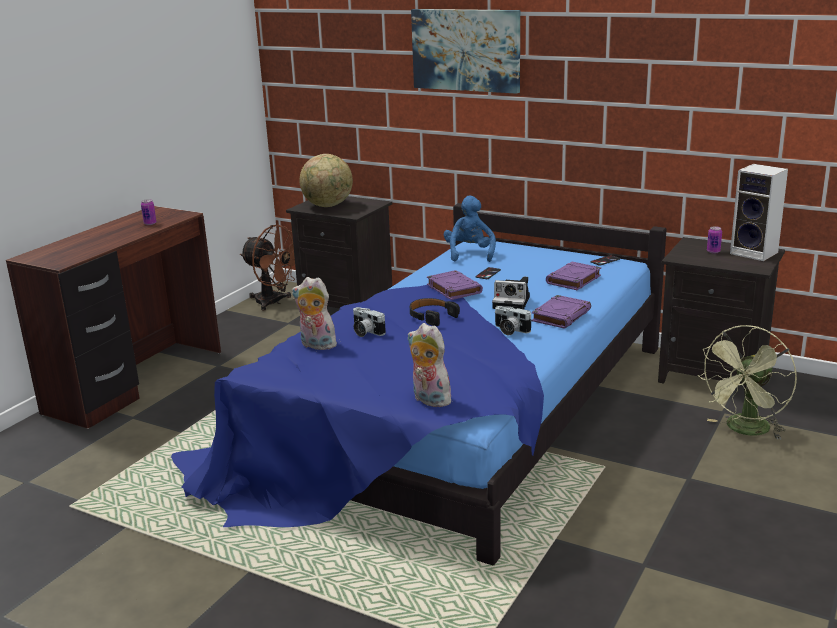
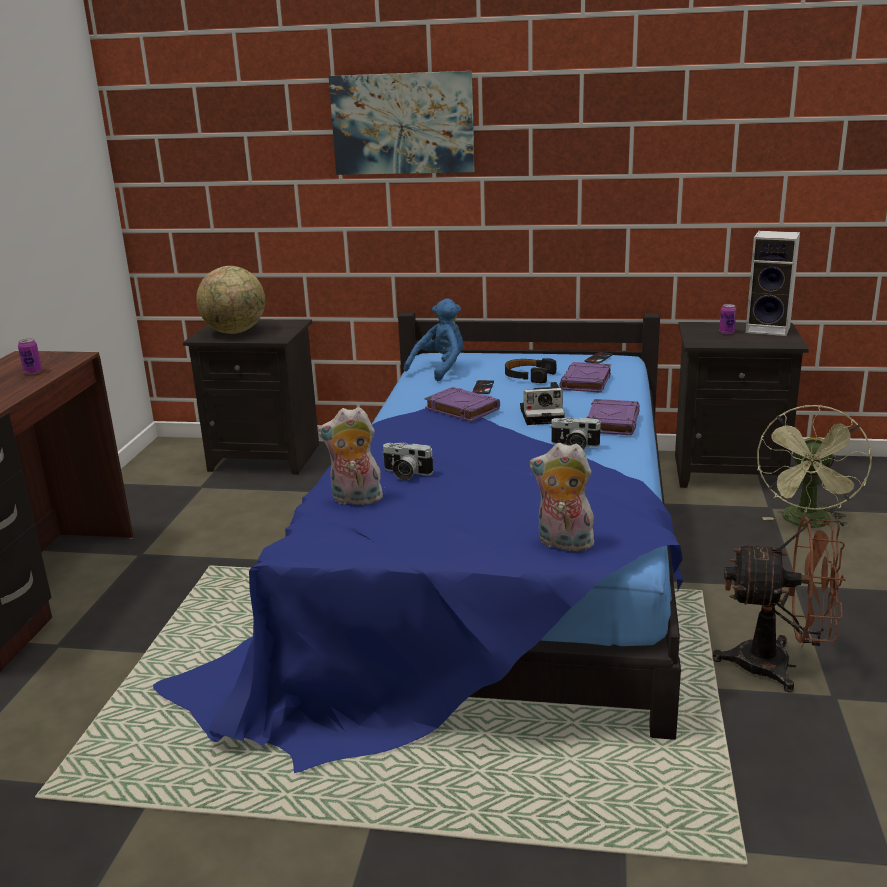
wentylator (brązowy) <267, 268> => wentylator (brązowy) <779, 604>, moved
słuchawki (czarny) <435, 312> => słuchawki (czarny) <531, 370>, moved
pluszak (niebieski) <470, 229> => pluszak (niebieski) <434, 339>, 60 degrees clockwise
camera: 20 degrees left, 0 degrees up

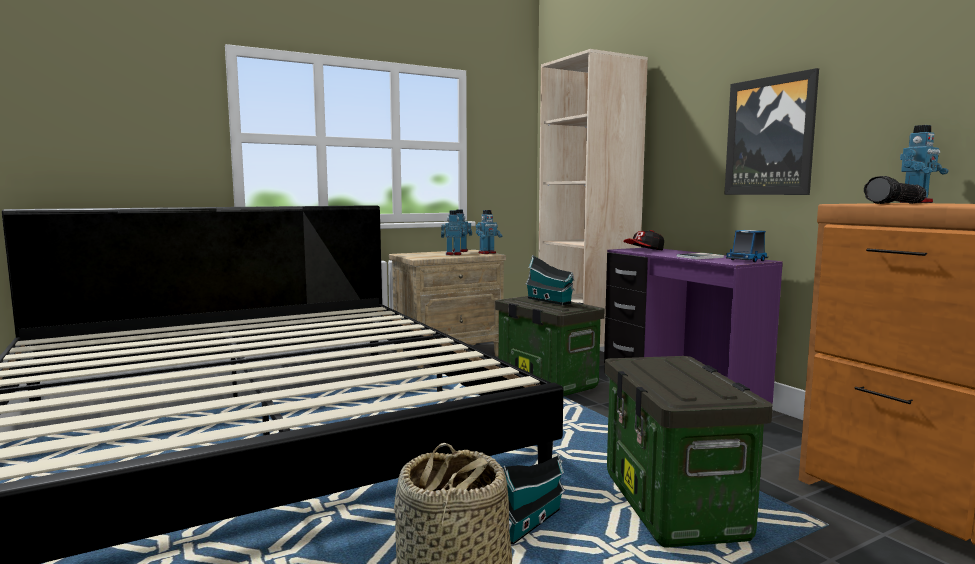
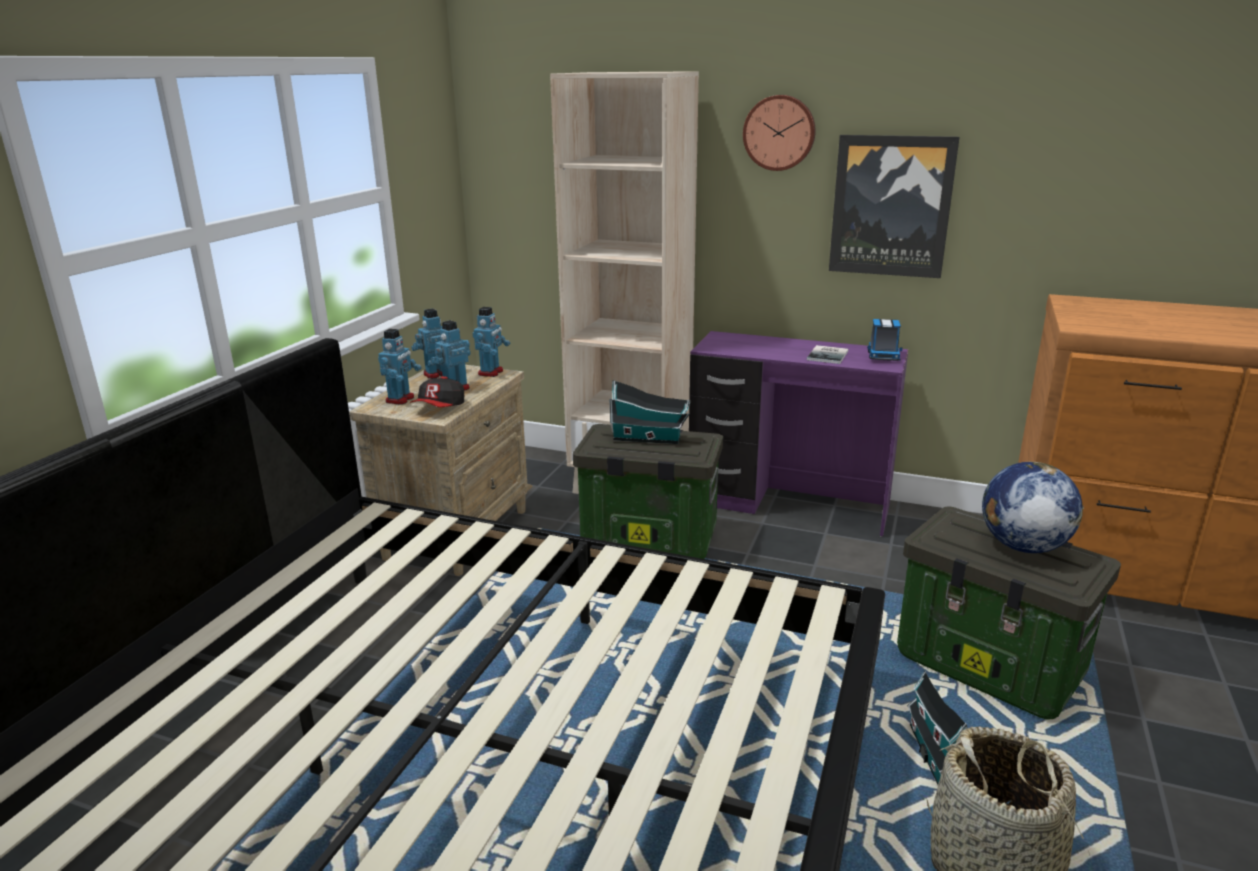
czapka z daszkiem <643, 240> => czapka z daszkiem <437, 391>, moved
latarka <895, 190> => nothing
robot zabawkowy <924, 164> => robot zabawkowy <399, 367>, moved
nothing => zegar ścienny <779, 133>
nothing => globus <1033, 507>
camera: 40 degrees left, 15 degrees up

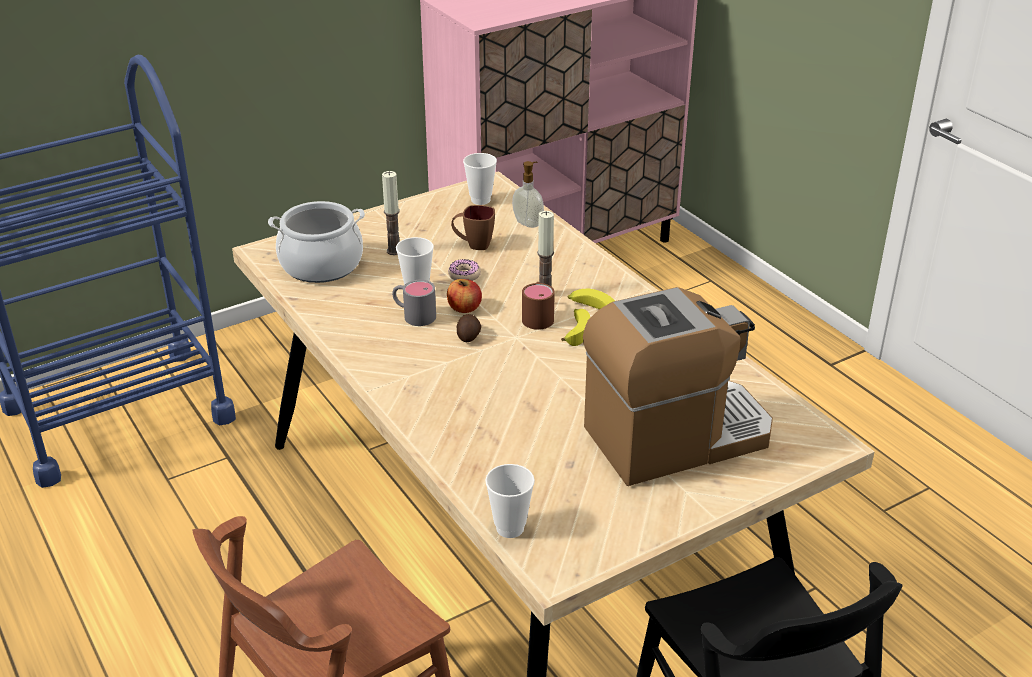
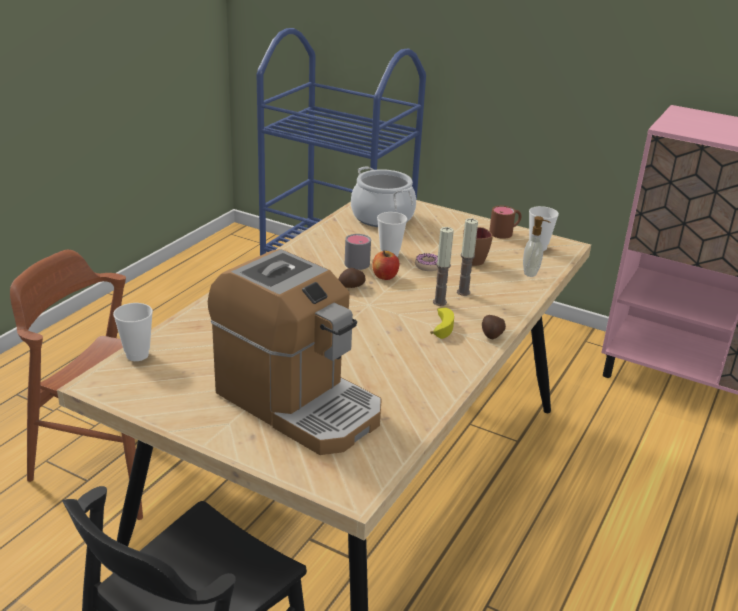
świeca <391, 213> => świeca <467, 257>, moved
kubek (brązowy) <538, 306> => kubek (brązowy) <505, 222>, moved
banan <575, 327> => nothing
nothing => ziemniak <494, 327>
camera: 60 degrees right, 5 degrees down

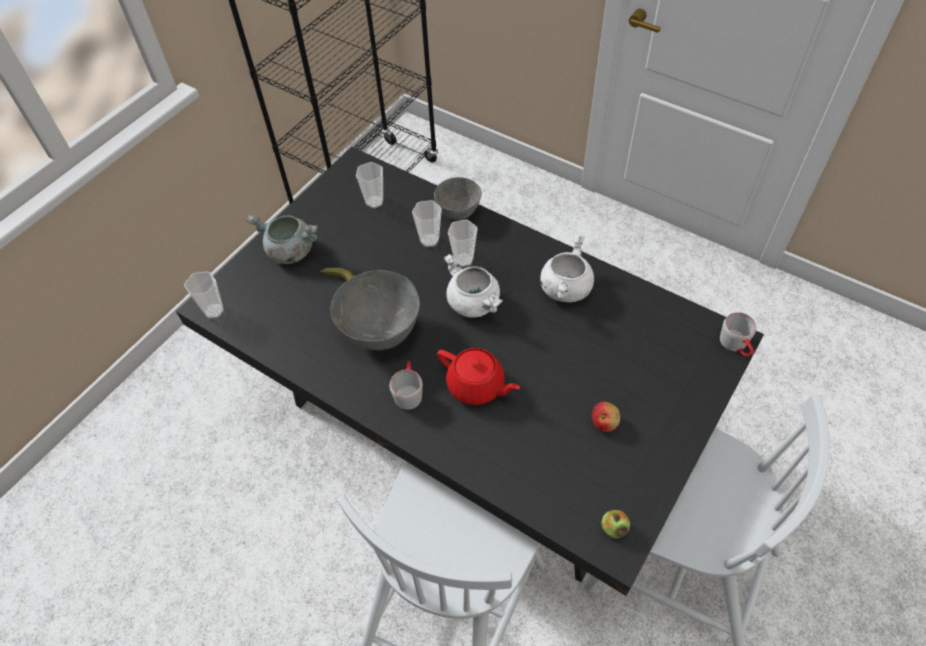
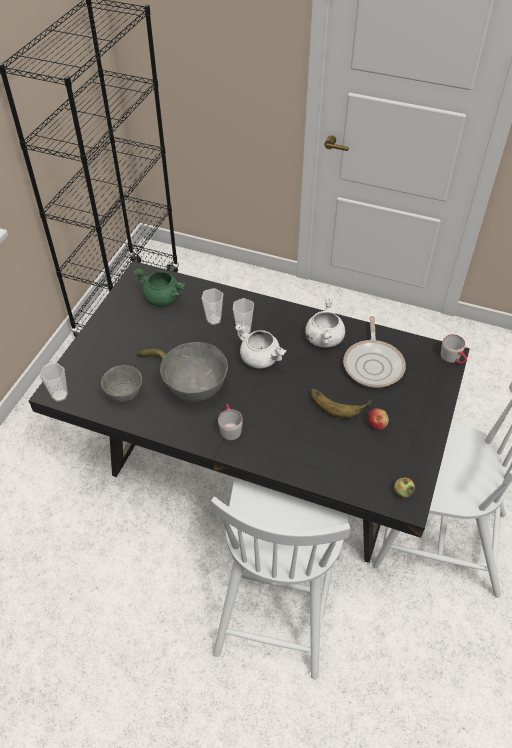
garnek (szary) <282, 239> => nothing
filiżanka <369, 185> => garnek (zielony) <160, 287>
miska (szary) <458, 198> => miska (szary) <121, 384>, moved
imbryk (czerwony) <478, 376> => nothing
nothing => banan <341, 403>
nothing => patelnia <374, 352>
camera: 15 degrees left, 5 degrees down

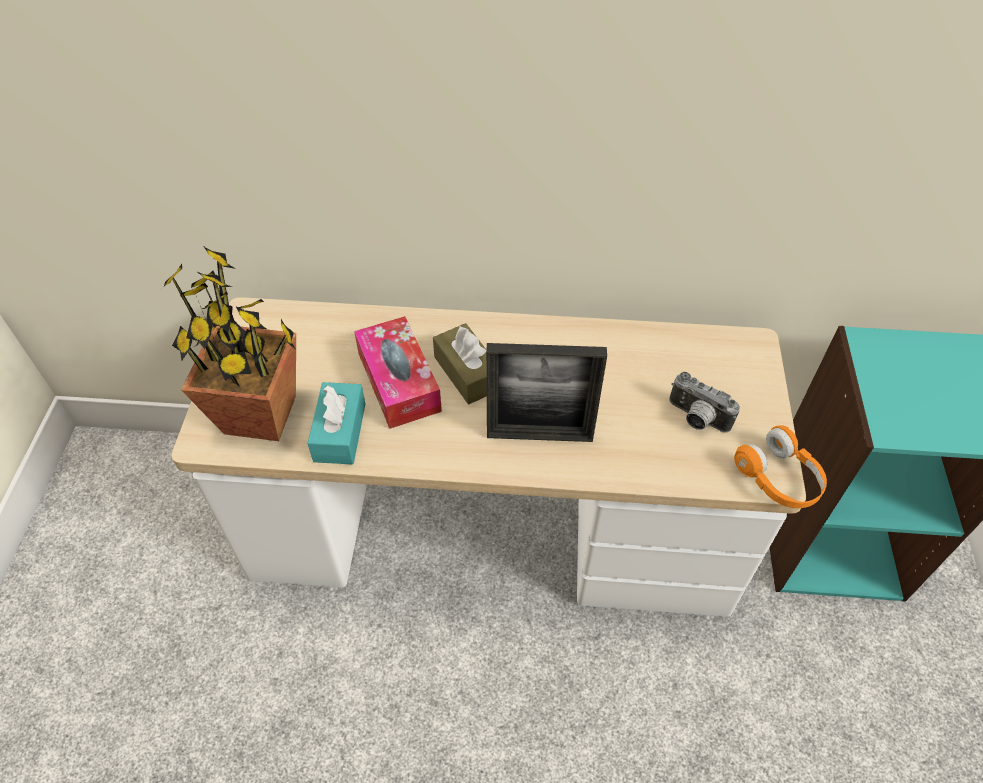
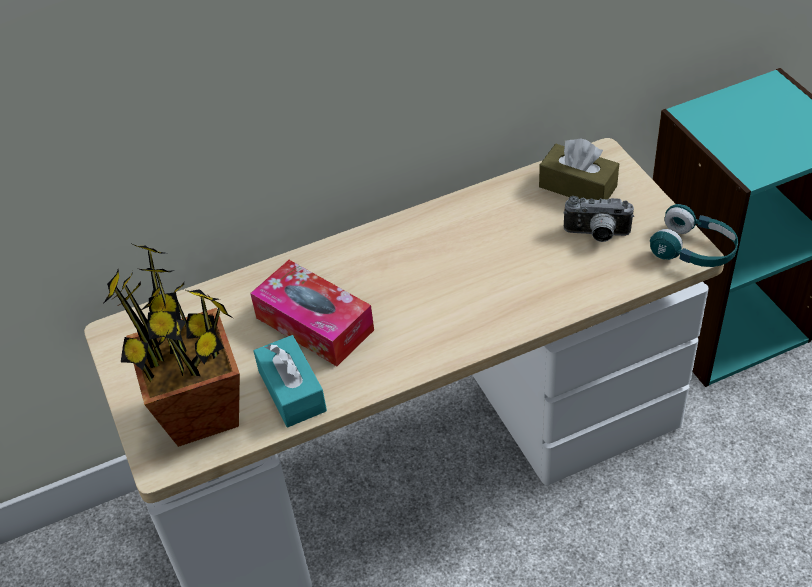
pudełko chusteczek (brązowy) <460, 363> => pudełko chusteczek (brązowy) <579, 169>, moved
ramka na zdjęcie <546, 392> => nothing
słuchawki (pomarańczowy) <780, 467> => słuchawki (turkusowy) <694, 235>
camera: 25 degrees left, 5 degrees down

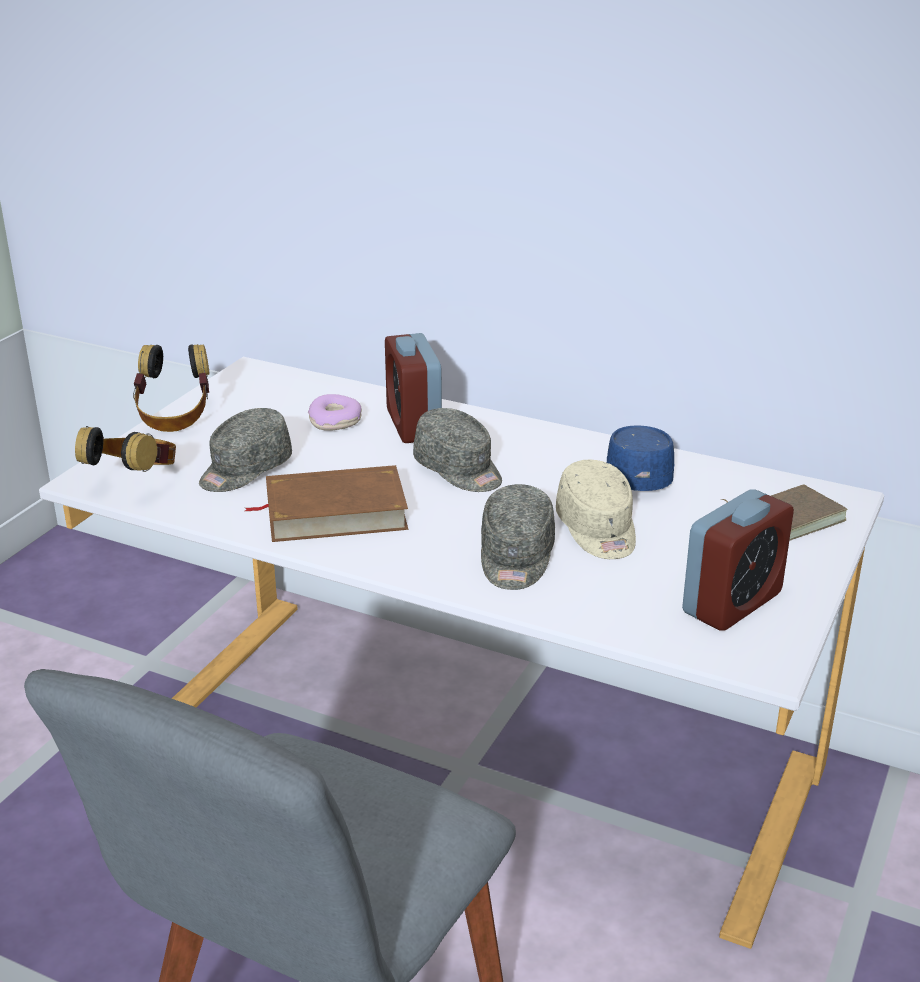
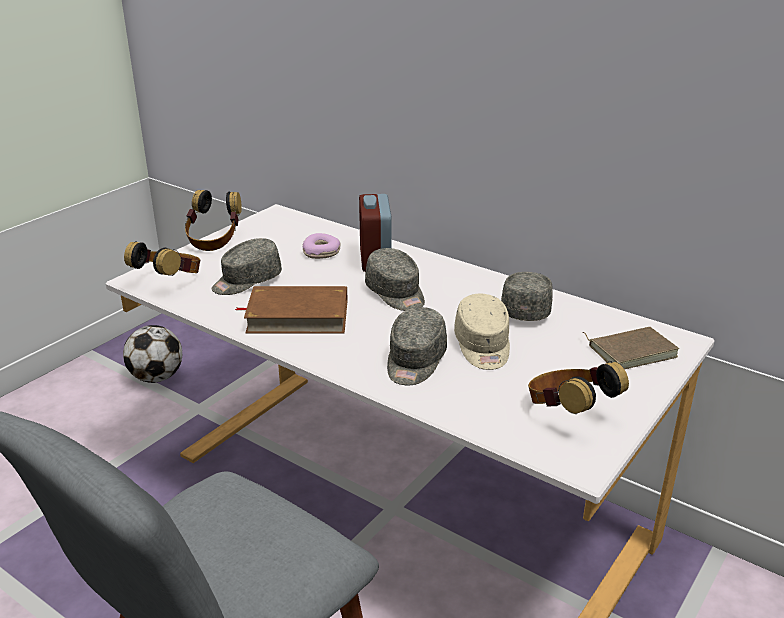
czapka z daszkiem (niebieski) <640, 458> => czapka z daszkiem (szary) <527, 296>
budzik <738, 560> => słuchawki <578, 387>
nothing => piłka futbolowa <152, 354>
camera: 10 degrees right, 0 degrees up

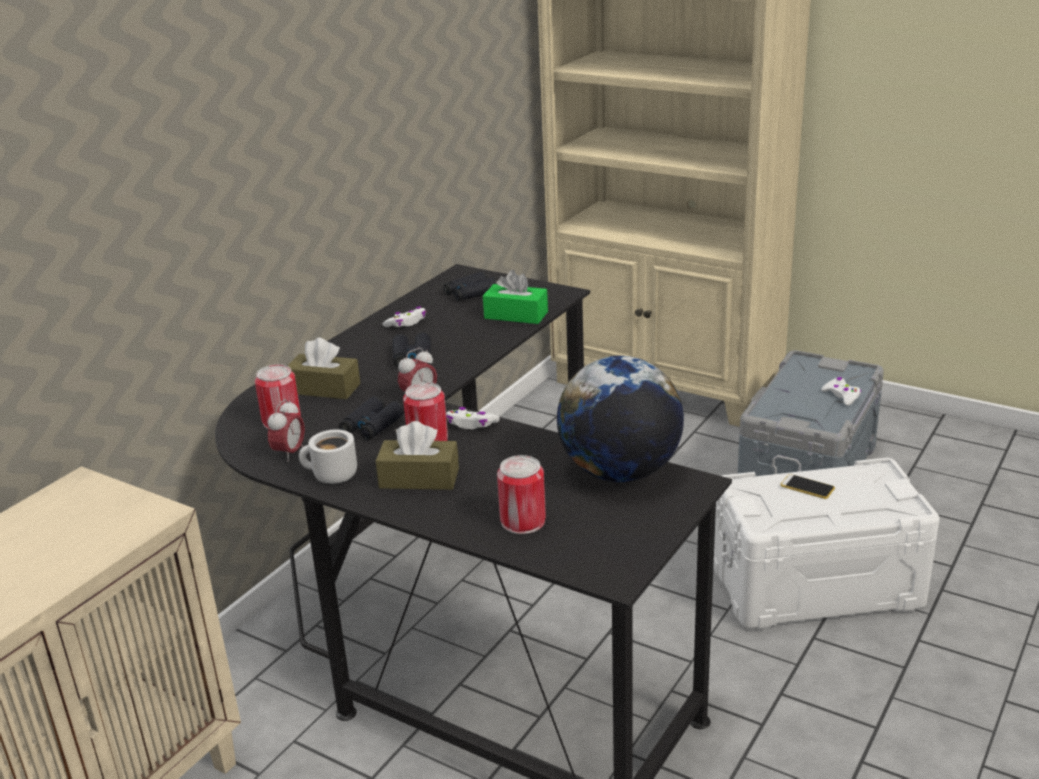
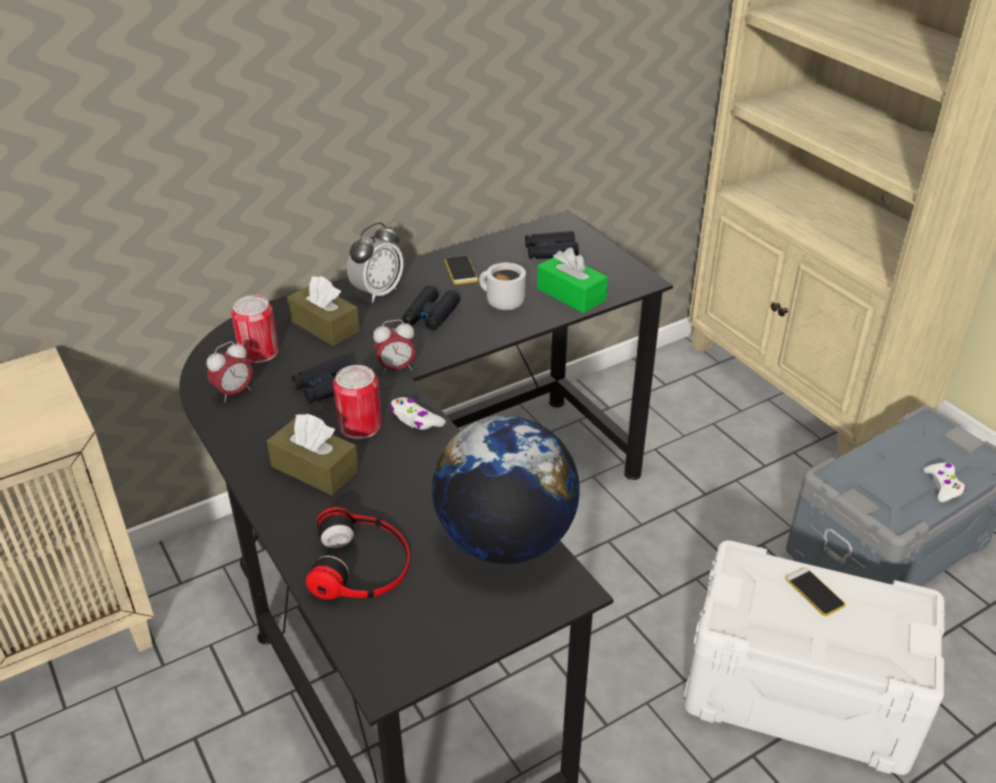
kubek (biały) <328, 456> => kubek (biały) <502, 286>, moved
pad do gier (biały) <404, 316> => telefon <461, 270>
puszka <521, 494> => słuchawki <358, 553>
nothing => budzik <375, 262>
camera: 25 degrees right, 10 degrees up

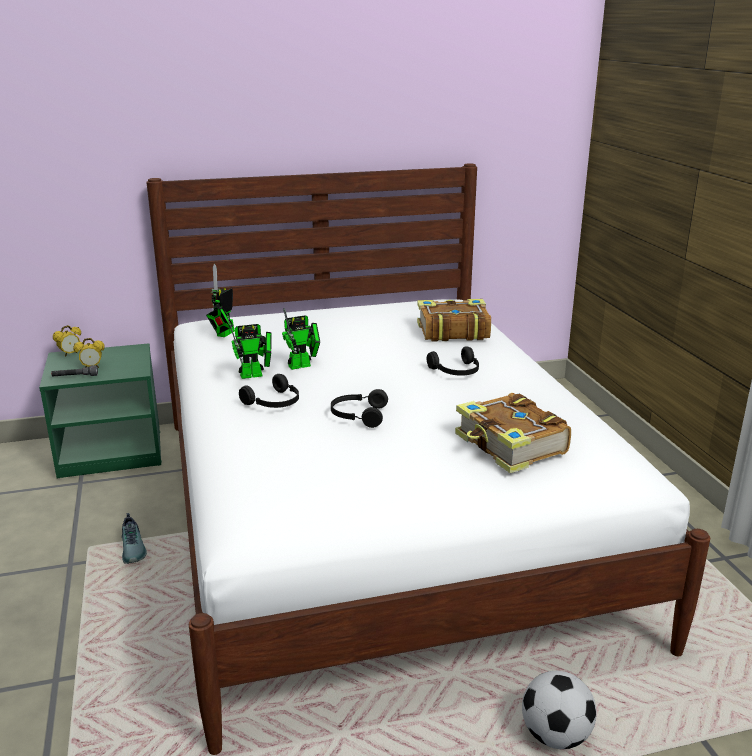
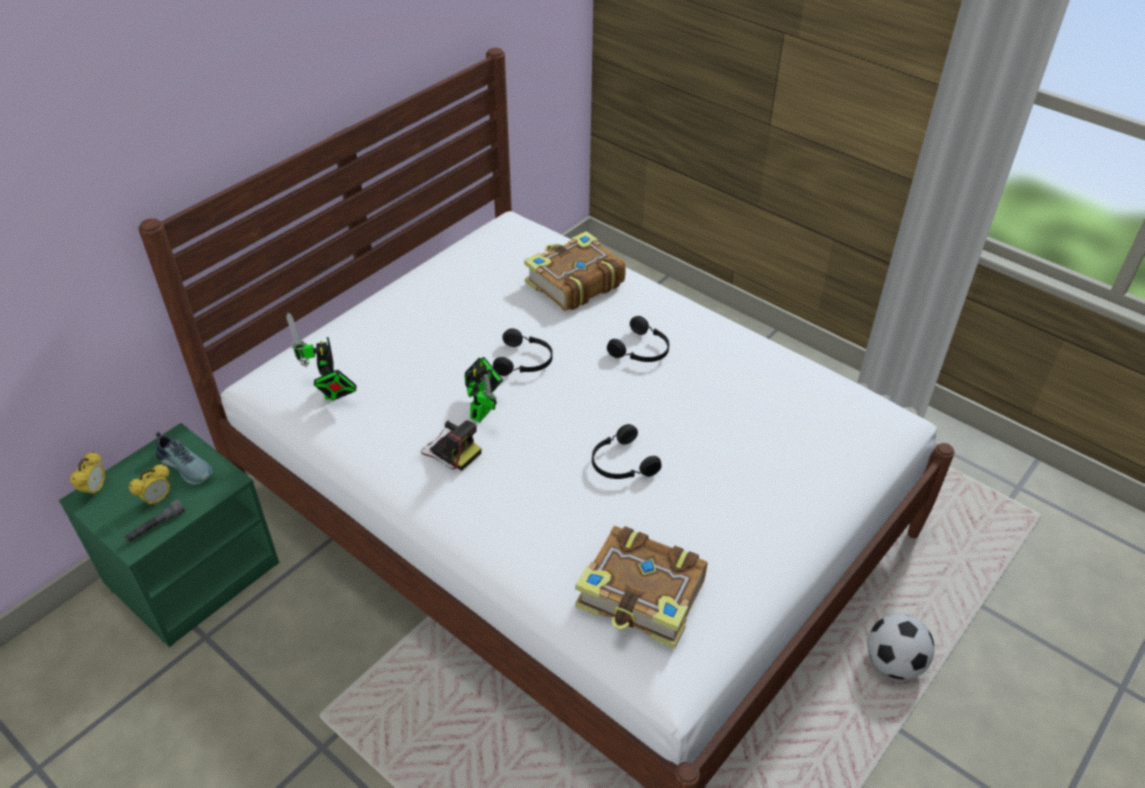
but <134, 538> => but <183, 458>, moved
robot zabawkowy <249, 347> => aparat fotograficzny <451, 445>
słuchawki (czarny) <269, 391> => słuchawki (czarny) <523, 352>, moved
książka <513, 433> => książka <641, 587>, moved
camera: 35 degrees left, 20 degrees up

